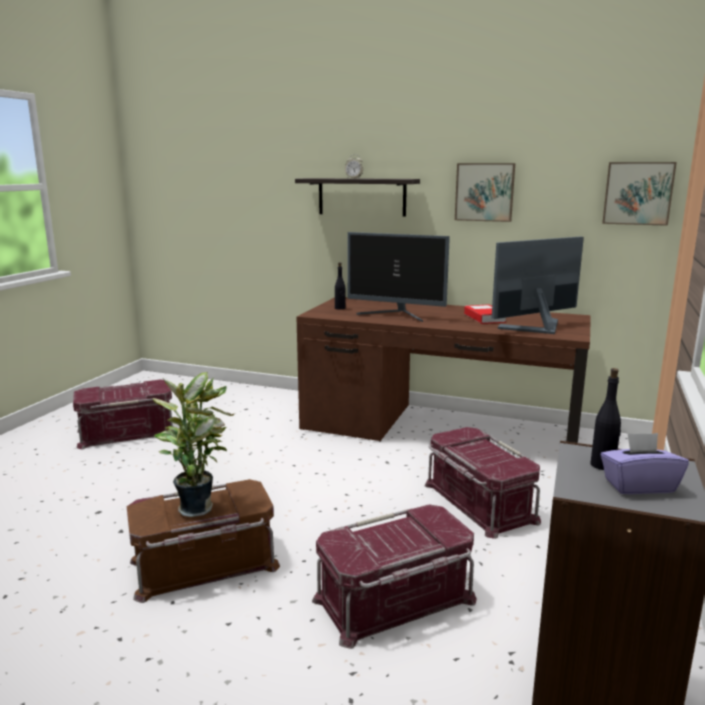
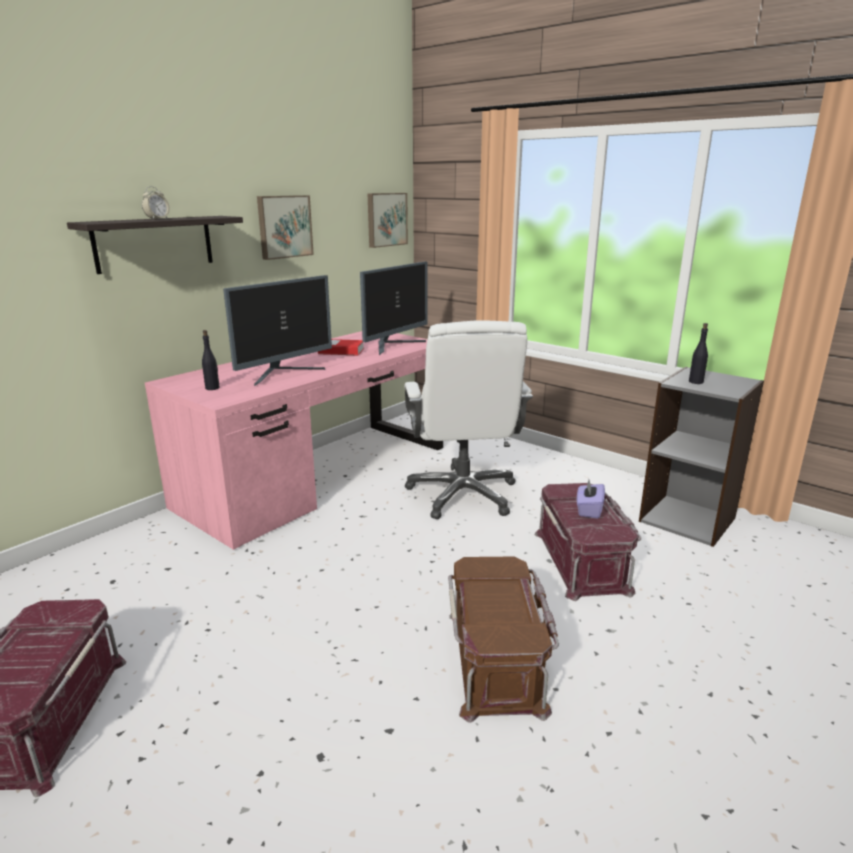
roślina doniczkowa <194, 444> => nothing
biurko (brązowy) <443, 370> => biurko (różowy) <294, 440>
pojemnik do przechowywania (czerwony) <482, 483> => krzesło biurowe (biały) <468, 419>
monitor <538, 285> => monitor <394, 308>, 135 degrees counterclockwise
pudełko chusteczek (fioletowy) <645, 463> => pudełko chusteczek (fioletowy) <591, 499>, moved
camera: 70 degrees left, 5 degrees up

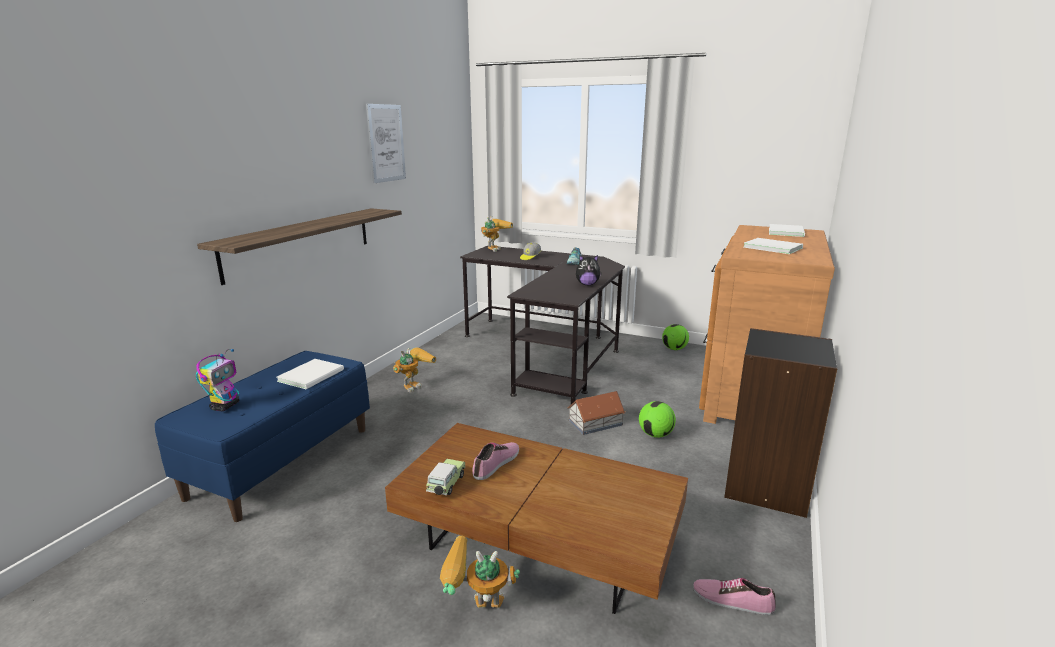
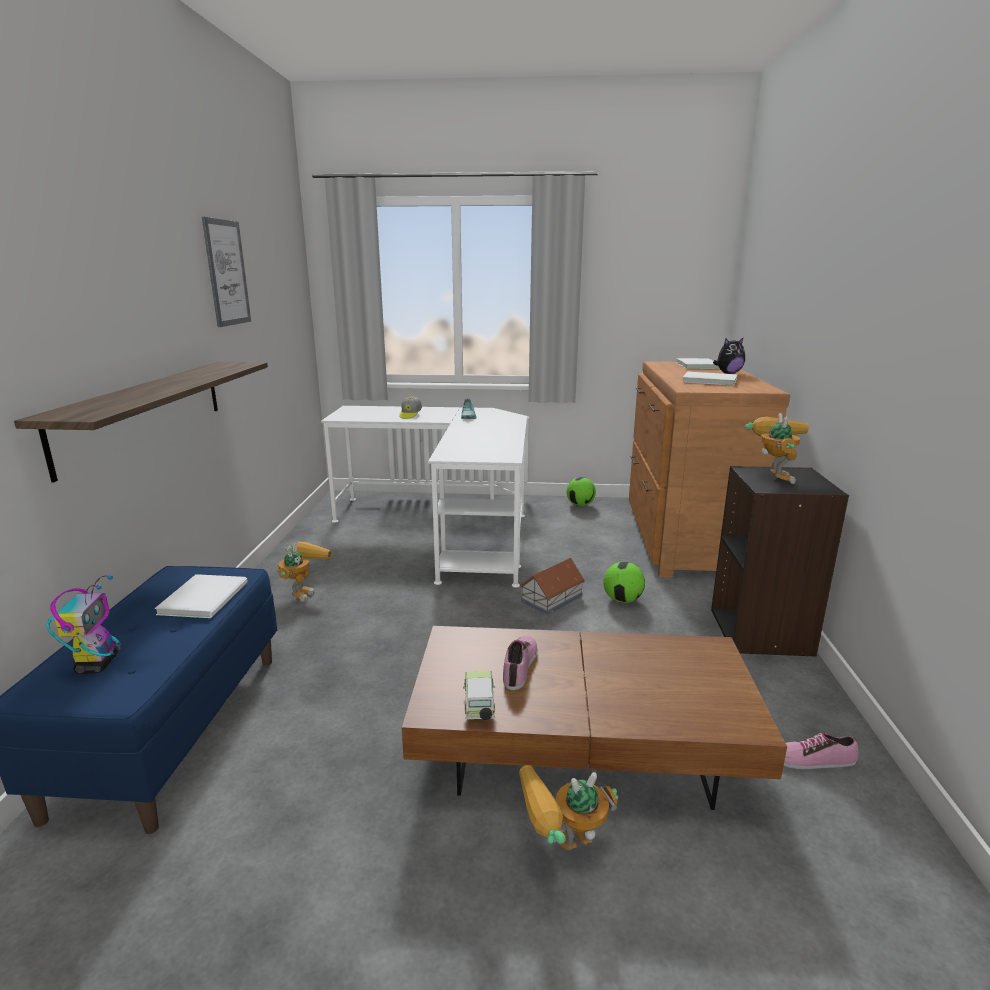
biurko (czarny) <542, 325> => biurko (biały) <424, 497>
robot zabawkowy <497, 234> => robot zabawkowy <777, 448>, moved
pluszak <589, 270> => pluszak <729, 355>, moved
camera: 20 degrees left, 0 degrees up

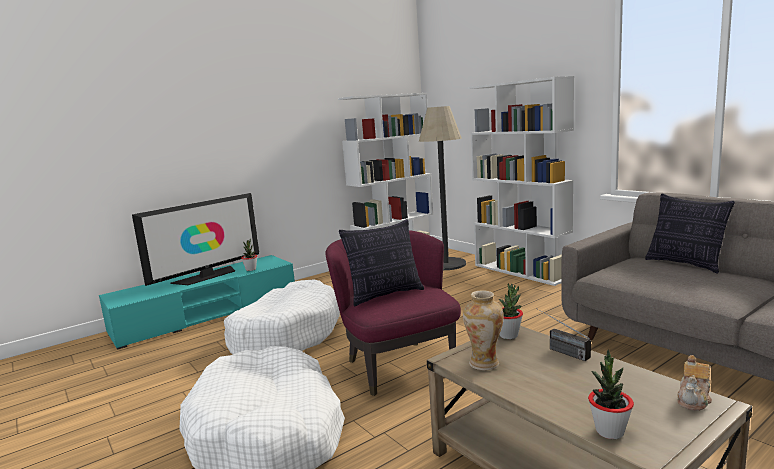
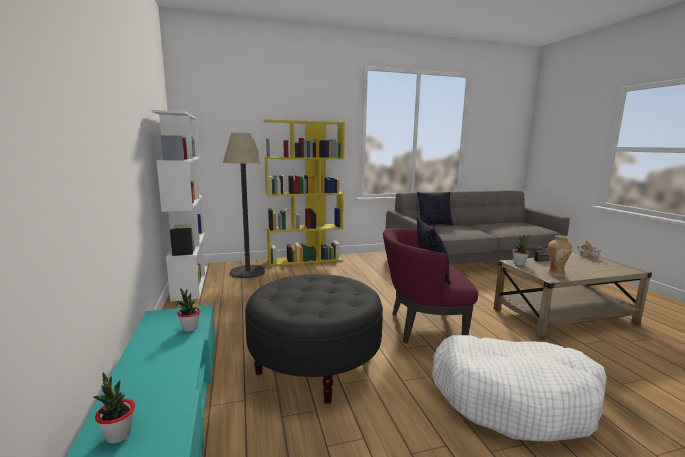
telewizor <195, 239> => nothing
legowisko (biały) <282, 316> => pufa (czarny) <314, 339>
regał (biały) <521, 181> => regał (żółty) <304, 192>
roślina doniczkowa <611, 394> => roślina doniczkowa <114, 408>, moved
camera: 70 degrees left, 0 degrees up

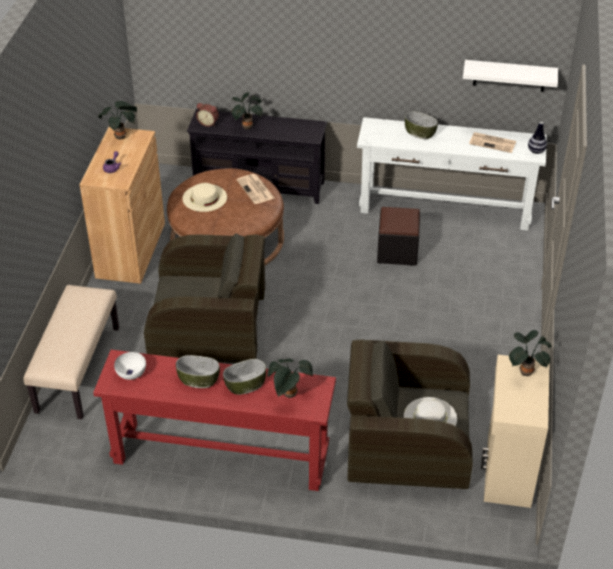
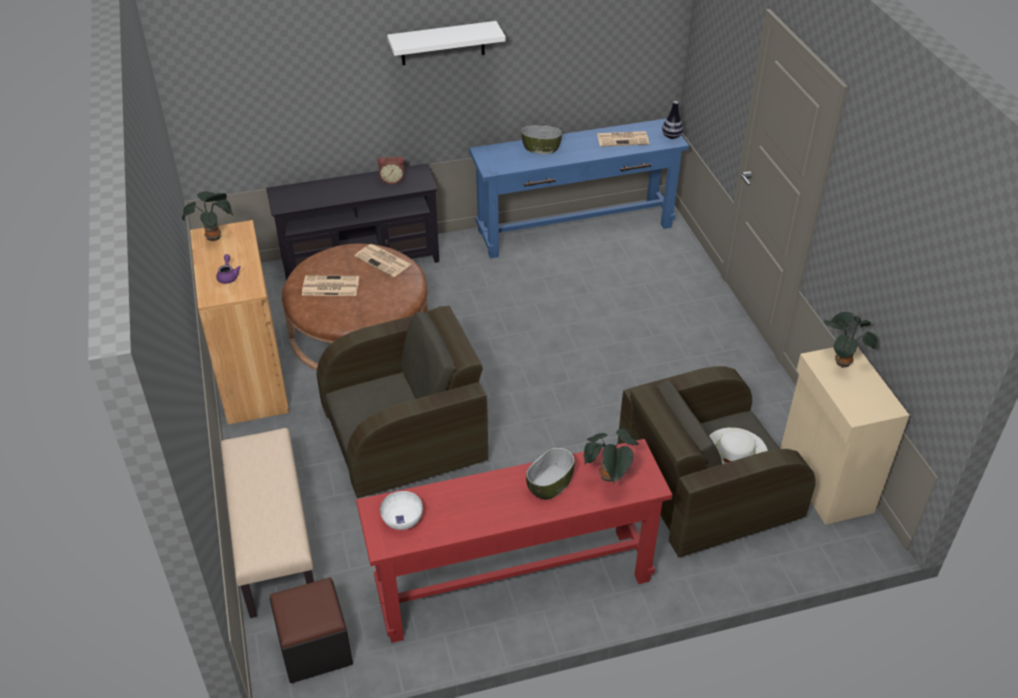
miska <198, 371> => nothing
kapelusz (beżowy) <205, 197> => gazeta <330, 285>
budzik <207, 115> => budzik <391, 170>, moved
roślina doniczkowa <247, 111> => nothing
stolik konsolowy (biały) <452, 173> => stolik konsolowy (niebieski) <579, 188>
pufa (czarny) <398, 236> => pufa (czarny) <311, 630>, moved
półka (biały) <510, 76> => półka (biały) <446, 43>, moved
camera: 25 degrees left, 0 degrees up

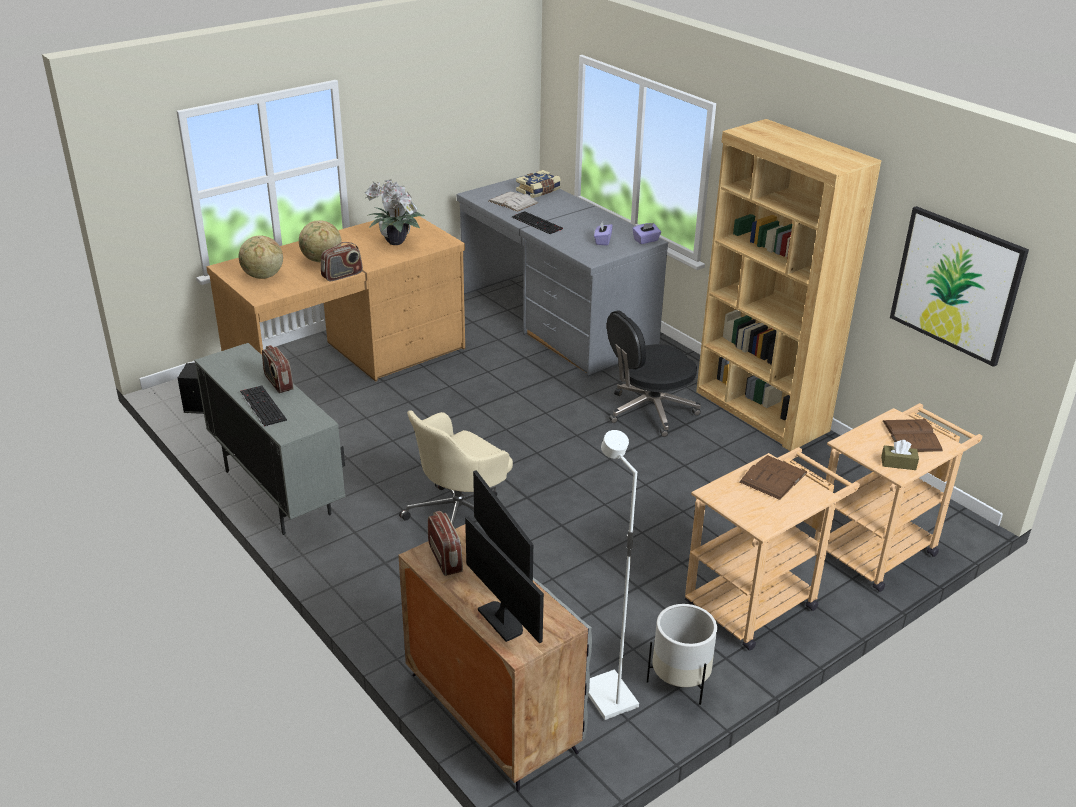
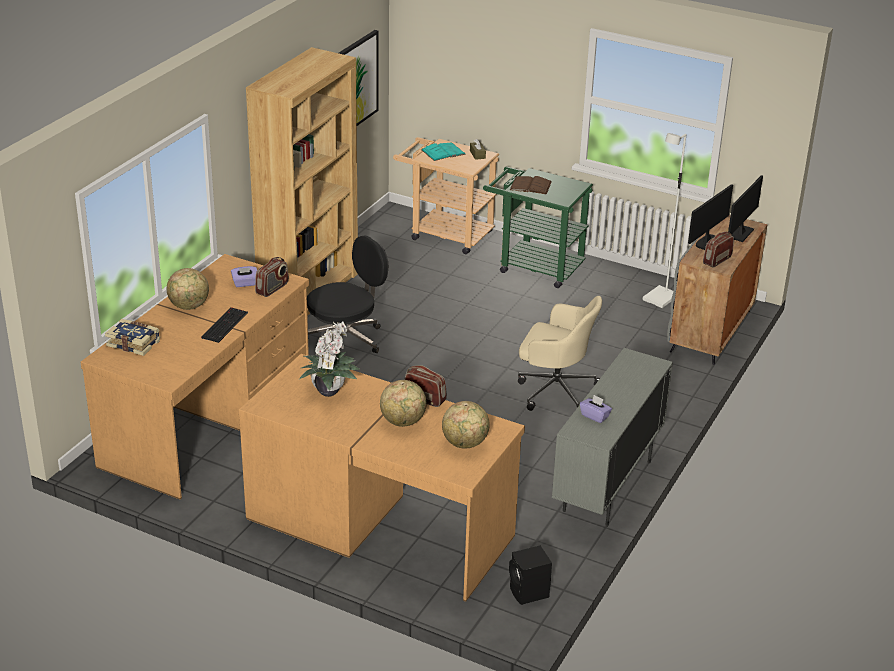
klawiatura <263, 406> => nothing
radio <278, 369> => radio <272, 277>, moved
biurko (szary) <562, 276> => biurko (brązowy) <195, 377>
książka (biały) <513, 202> => nothing
krzesło biurowe (czarny) <654, 373> => krzesło biurowe (czarny) <347, 294>, 75 degrees counterclockwise
pudełko chusteczek (fioletowy) <647, 233> => pudełko chusteczek (fioletowy) <596, 409>, moved
donica (biały) <682, 654> => nothing
wózek (beżowy) <772, 549> => wózek (zielony) <538, 227>
książka (brązowy) <912, 435> => książka (turkusowy) <444, 151>
nothing => globus <188, 289>
camera: 115 degrees left, 0 degrees up

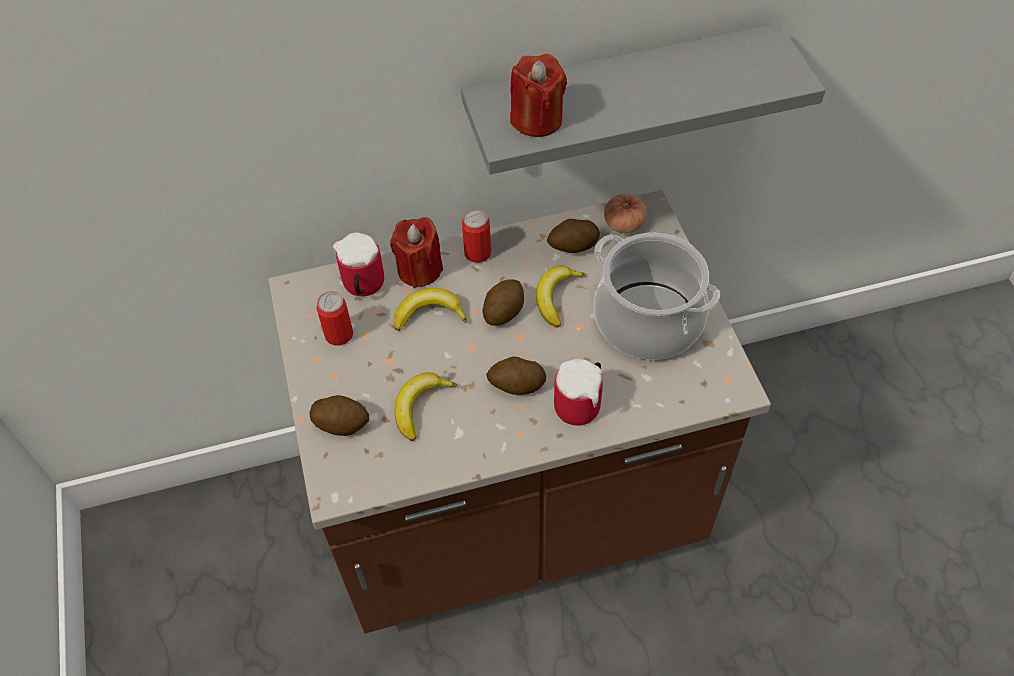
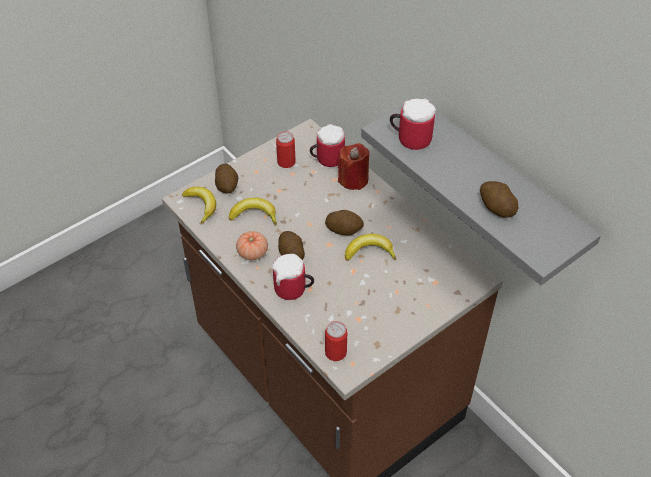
banan <431, 309> => banan <199, 205>, moved
puszka <476, 236> => puszka <336, 341>, moved
świeca (czerwony) <538, 95> => kubek <413, 124>
ziemniak <573, 236> => ziemniak <499, 199>, moved
garnek <657, 296> => nothing
pomidor <625, 213> => pomidor <252, 245>, moved
camera: 65 degrees right, 5 degrees down

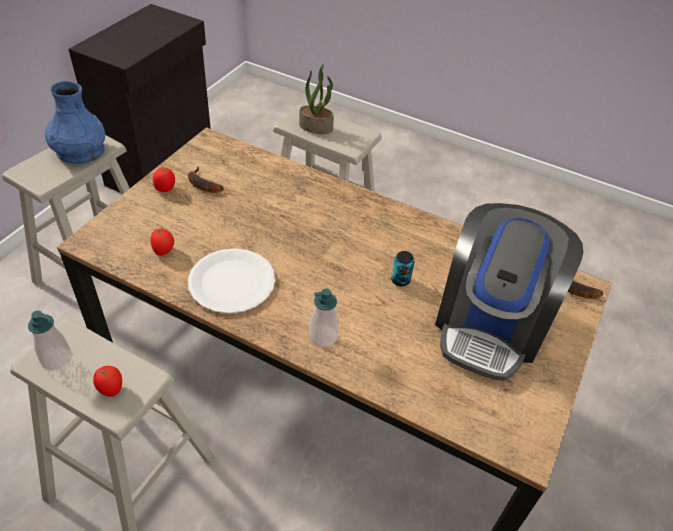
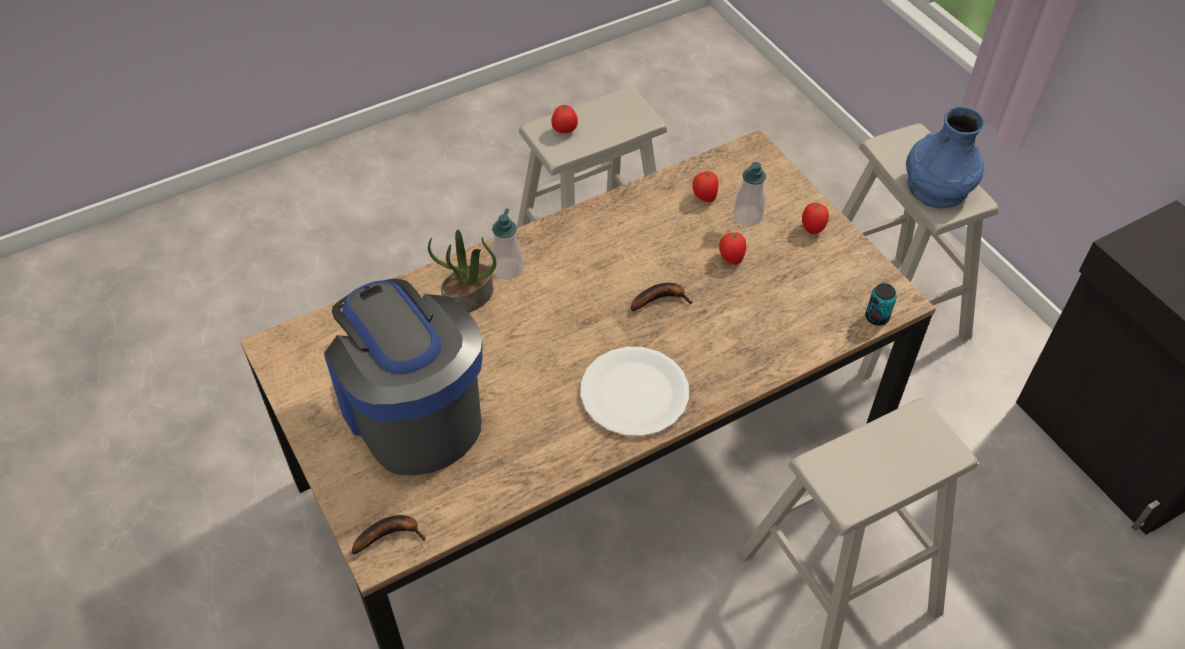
dozownik mydła <49, 340> => dozownik mydła <749, 194>, moved
banan <206, 180> => banan <662, 297>, moved
talerz (biały) <232, 280> => talerz (biały) <634, 391>, moved
roślina doniczkowa <316, 99> => roślina doniczkowa <462, 271>, moved
puszka <402, 268> => puszka <881, 304>, moved
nothing => pomidor <732, 248>
camera: 125 degrees right, 5 degrees up

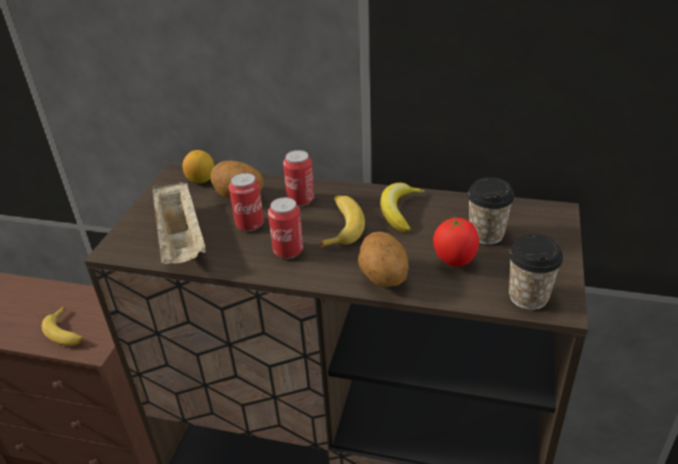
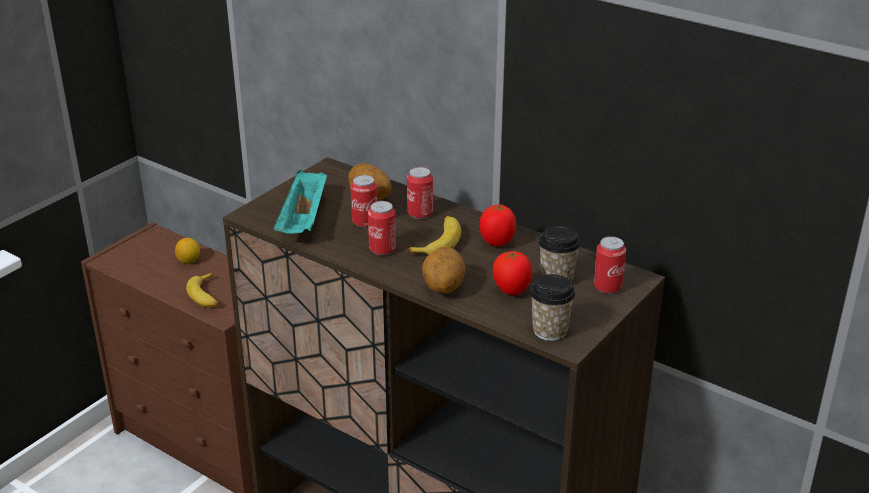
taca (beżowy) <179, 222> => taca (turkusowy) <300, 202>
cytryna <198, 166> => cytryna <187, 251>, moved
banan <402, 208> => pomidor <497, 225>
nothing => puszka <610, 265>
camera: 20 degrees right, 5 degrees down

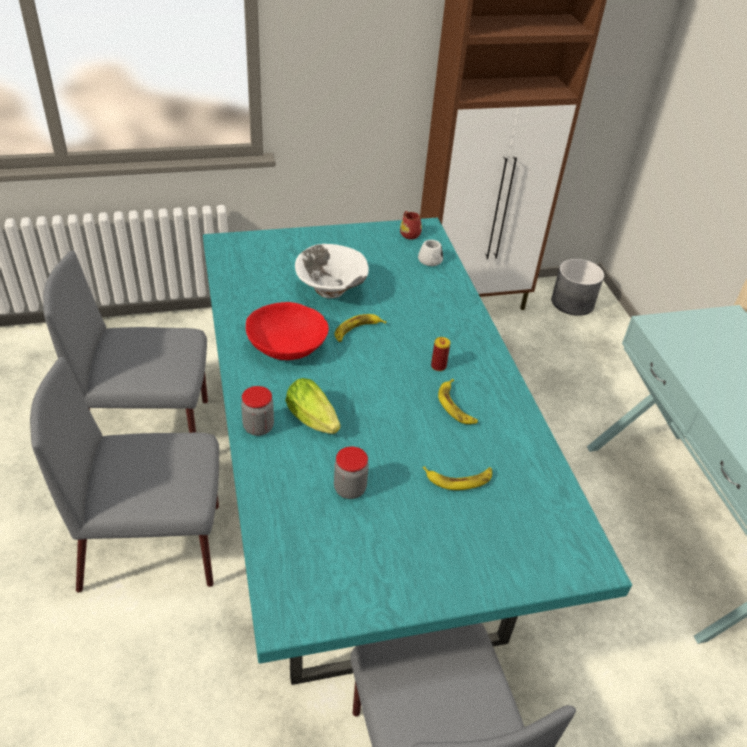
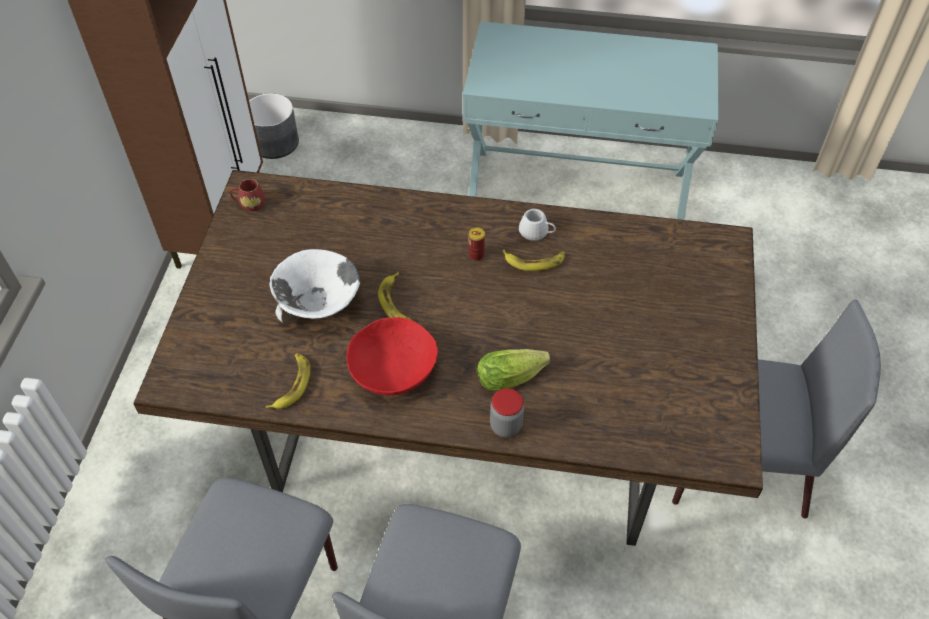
stół jadalny (turkusowy) <417, 451> => stół jadalny (brązowy) <448, 358>
słoik <351, 472> => nothing
kubek (biały) <430, 253> => kubek (biały) <537, 225>, moved
banan <457, 478> => banan <288, 381>, moved
camera: 65 degrees left, 10 degrees up

